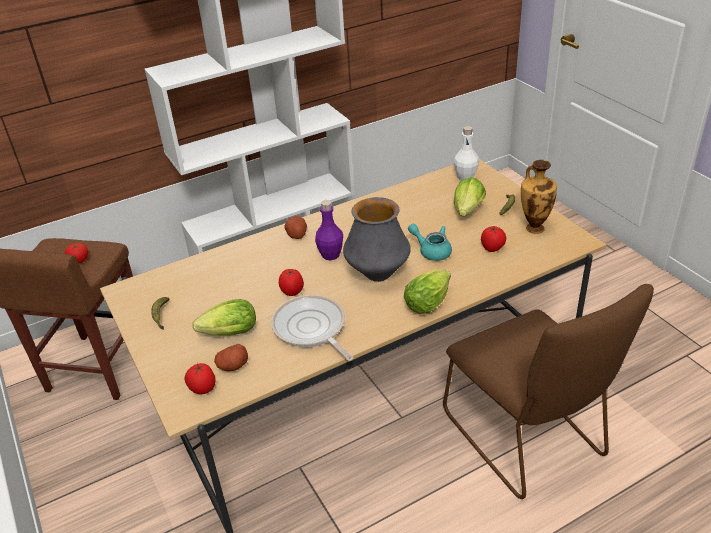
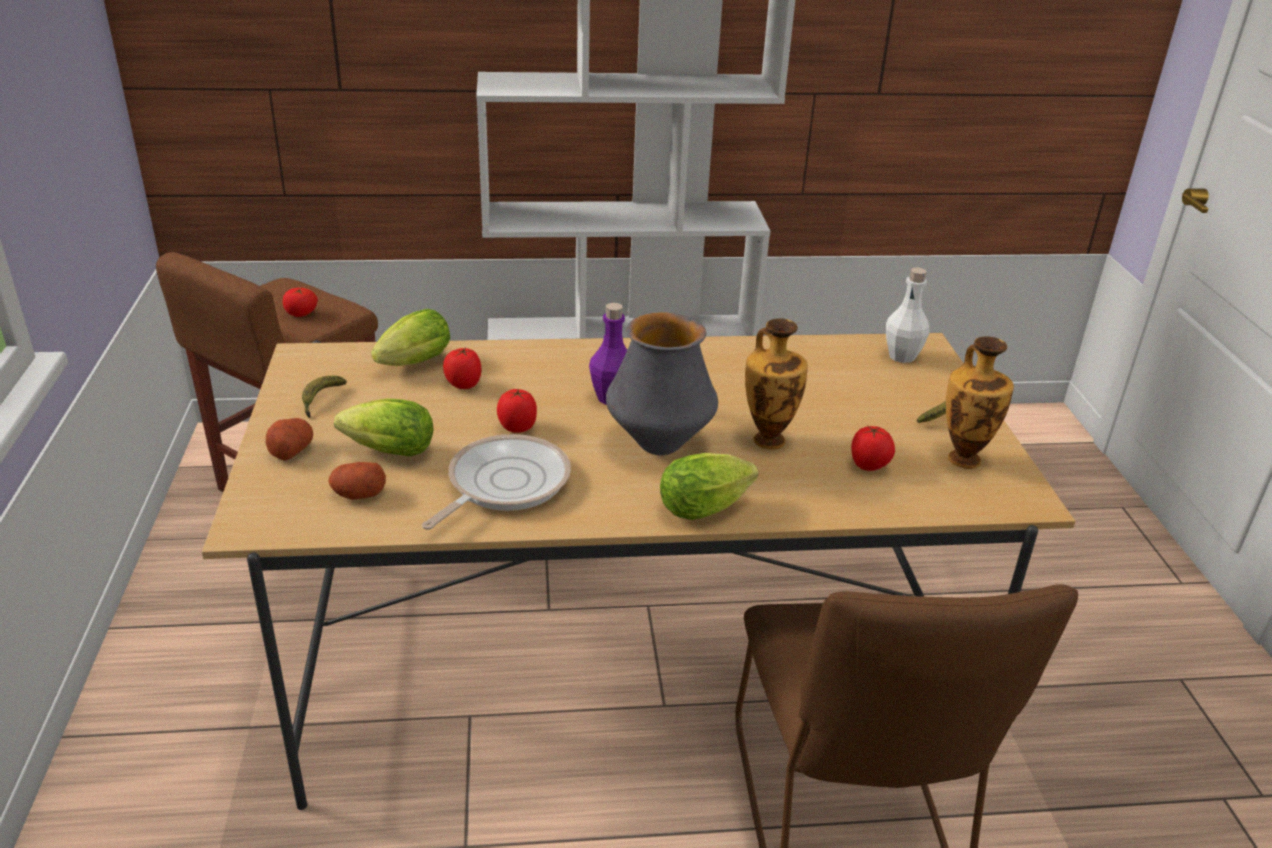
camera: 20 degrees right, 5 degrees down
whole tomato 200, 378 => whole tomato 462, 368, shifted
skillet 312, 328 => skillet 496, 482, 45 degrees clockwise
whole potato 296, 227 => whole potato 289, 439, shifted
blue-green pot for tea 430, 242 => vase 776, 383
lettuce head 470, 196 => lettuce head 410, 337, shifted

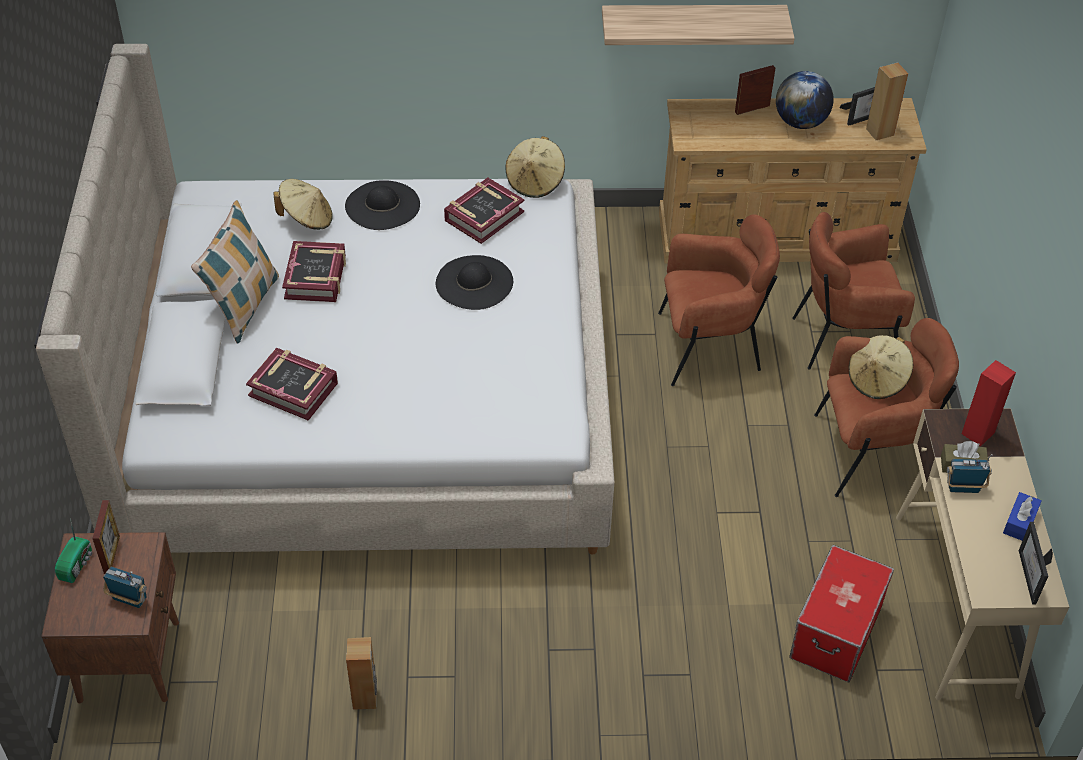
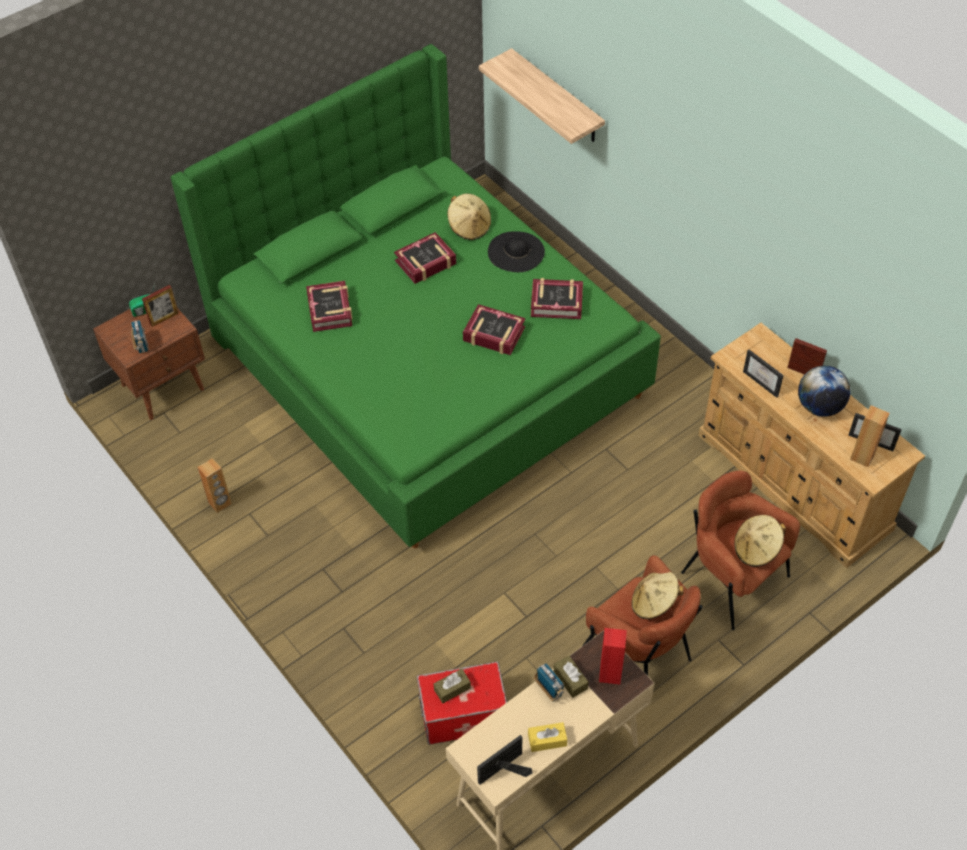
camera: 55 degrees right, 5 degrees up
beige-coloured sleeping bed 324, 299 => green-coloured sleeping bed 416, 296
pillow 235, 272 => nothing
black clothing hat 474, 282 => bound book 494, 329
beige-coloured clothing hat 535, 167 => beige-coloured clothing hat 760, 541, shifted
wall shelf 698, 25 => wall shelf 542, 96, shifted
brown armchair 719, 300 => nothing
blue tissue holder 1022, 516 => yellowish tissue holder 547, 737
nothing => brown tissue holder 452, 685
nothing => photo frame 763, 374

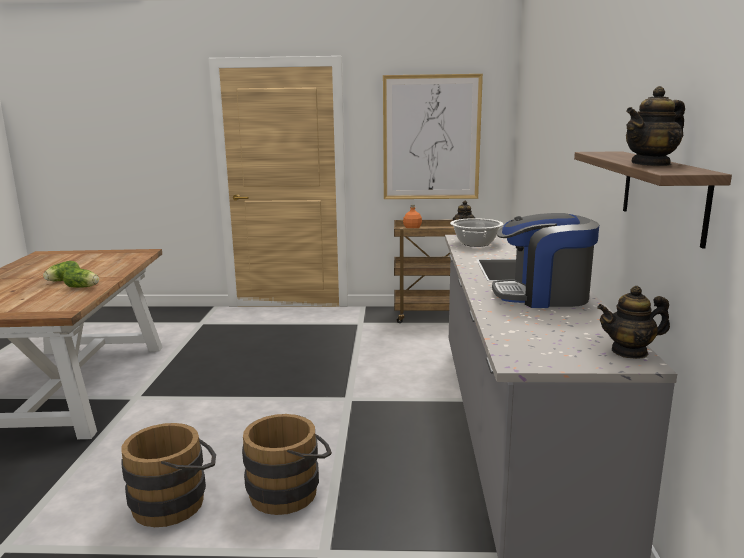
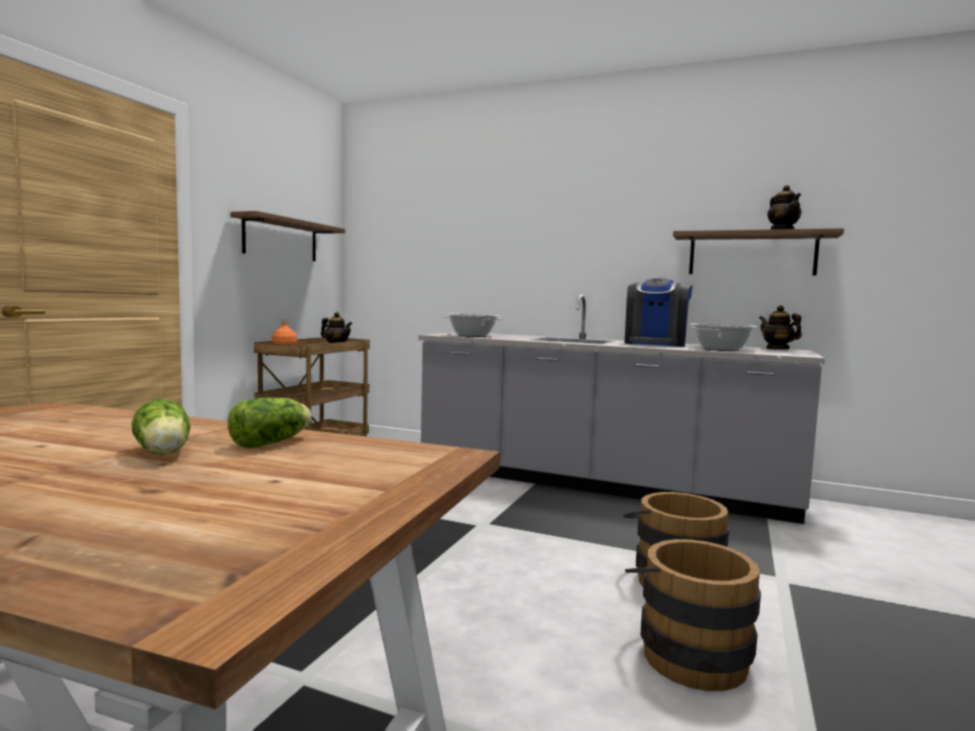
camera: 70 degrees left, 10 degrees down
picture 433, 136 => wall shelf 288, 236
pot for tea 633, 322 => pot for tea 780, 327, 135 degrees clockwise
nothing => cooking pot 724, 337

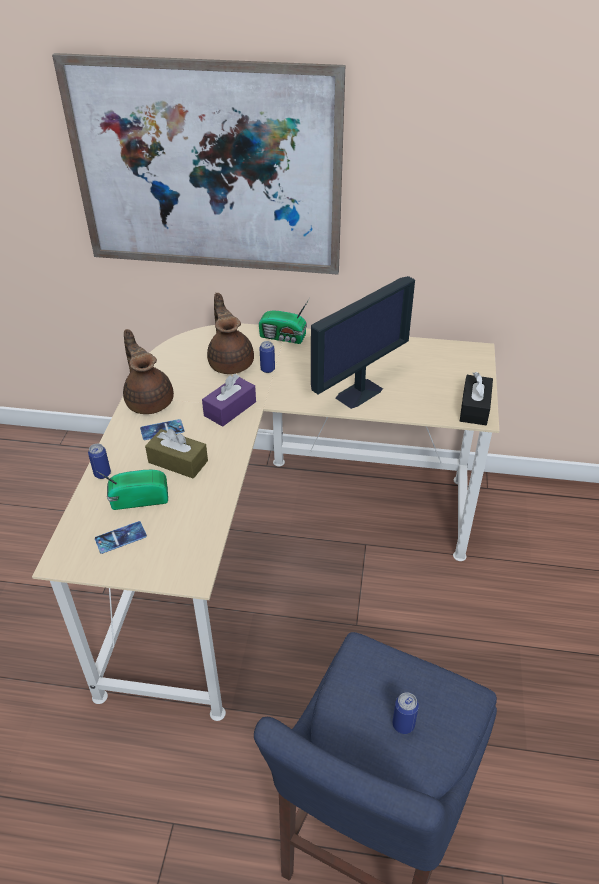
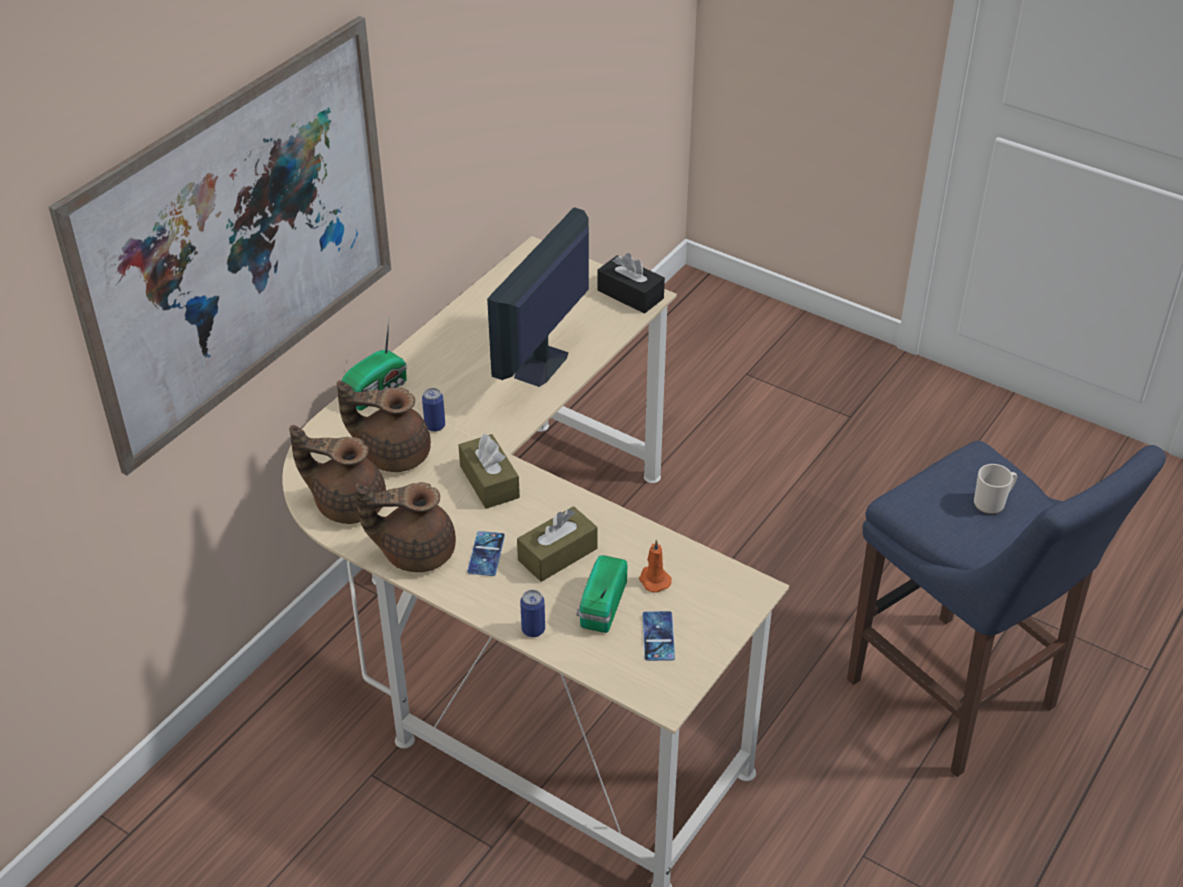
camera: 65 degrees left, 0 degrees up
purple tissue holder 229, 400 => brown tissue holder 489, 471
monitor 363, 342 => monitor 538, 297, 135 degrees counterclockwise
metal can 406, 713 => tea mug 995, 489
nothing => brown pot for tea 337, 474
nothing => orangey wax light 655, 566

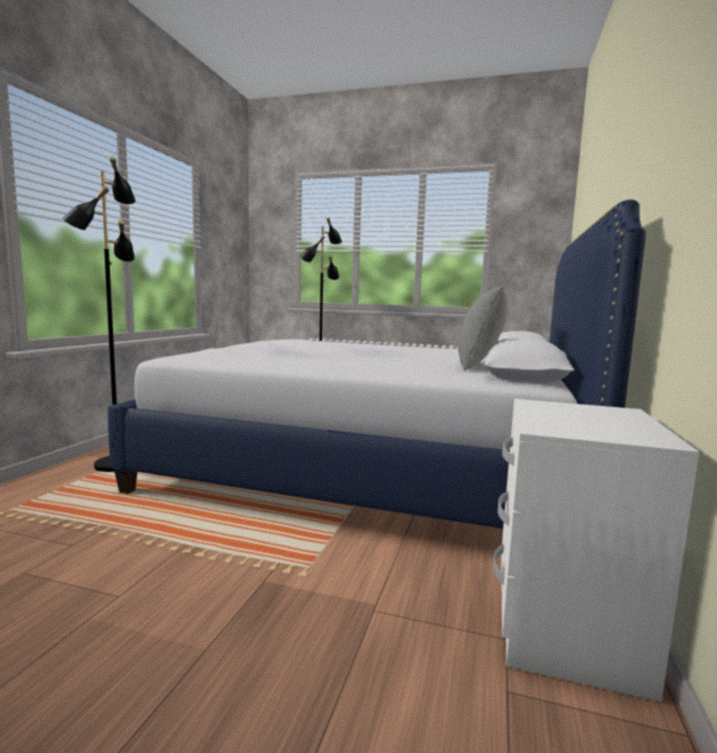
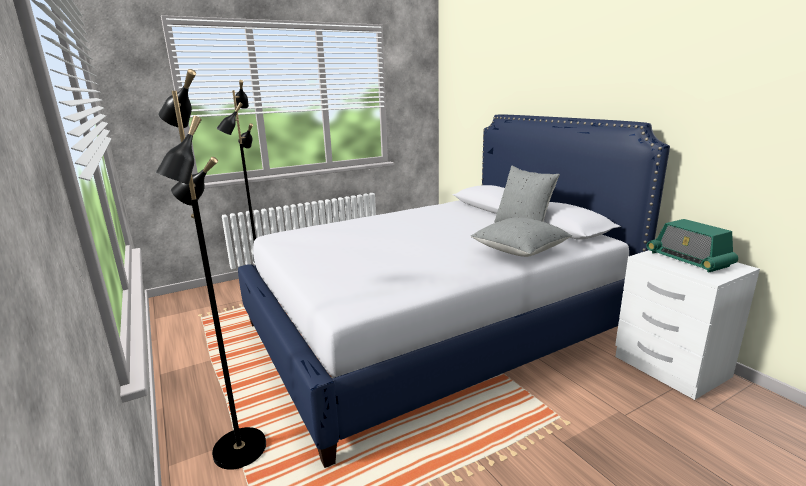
camera: 45 degrees left, 10 degrees up
nothing => gray pillow 521, 237
nothing => radio 692, 245

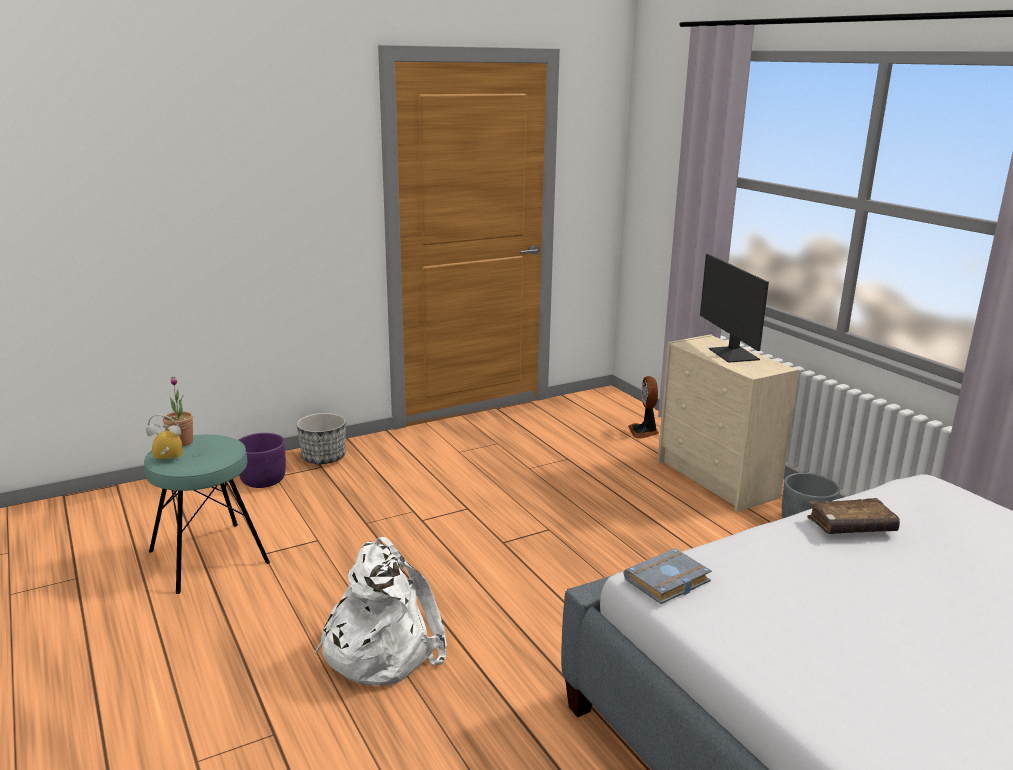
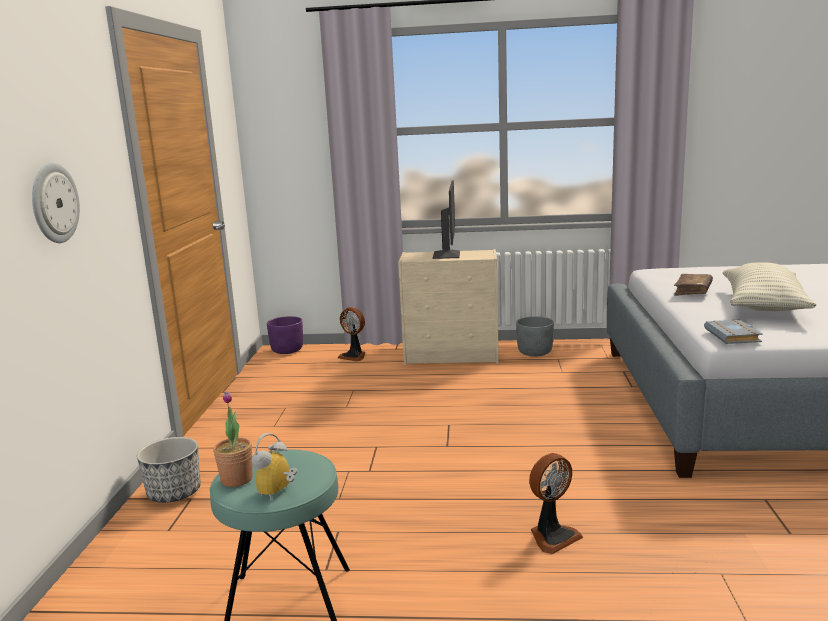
camera: 55 degrees left, 5 degrees down
purple flower pot 262, 460 => purple flower pot 285, 335, shifted
whitish rucksack 380, 611 => cooling fan 556, 503
monitor 734, 308 => monitor 446, 219, 105 degrees counterclockwise
nothing => clock on the wall 56, 203
nothing => pillow 769, 286

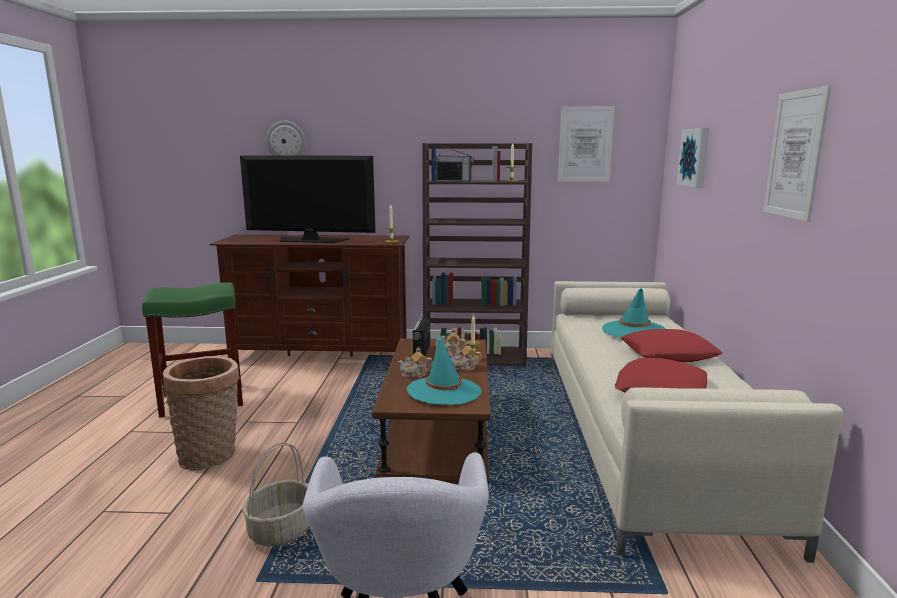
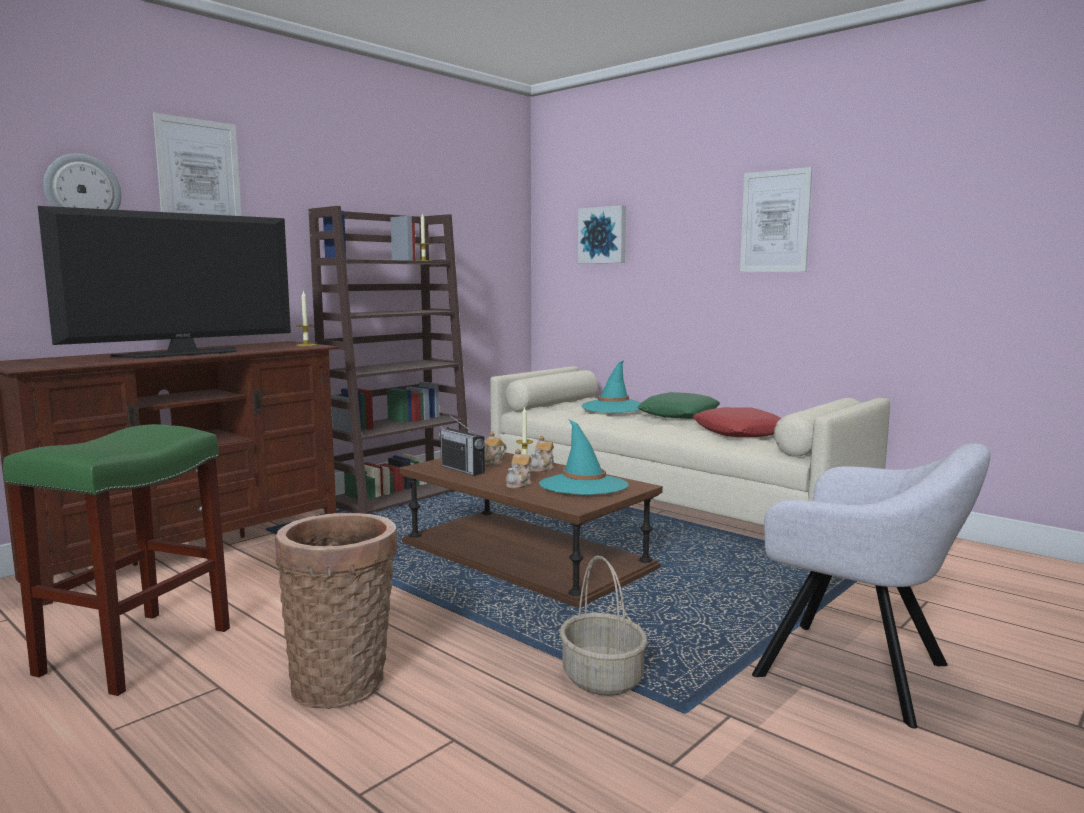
camera: 50 degrees left, 5 degrees down
radio 453, 163 => nothing
picture 586, 143 => picture 197, 164, shifted
reddish pillow 671, 345 => green-coloured pillow 678, 405

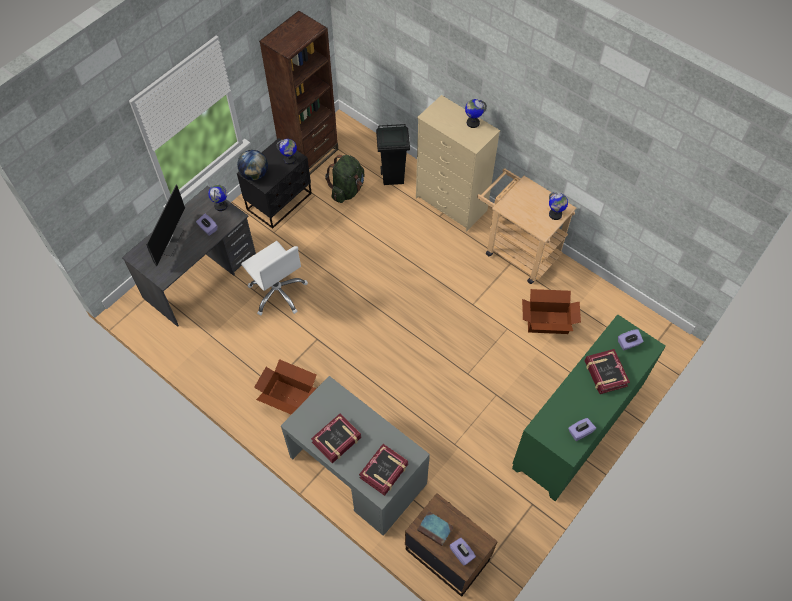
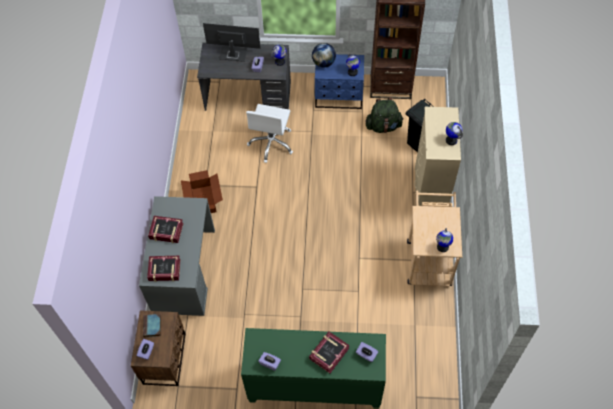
camera: 55 degrees right, 0 degrees up
monitor 165, 225 => monitor 232, 42, 150 degrees counterclockwise
black bedside table 274, 183 => blue bedside table 339, 81
carton 551, 311 => nothing

